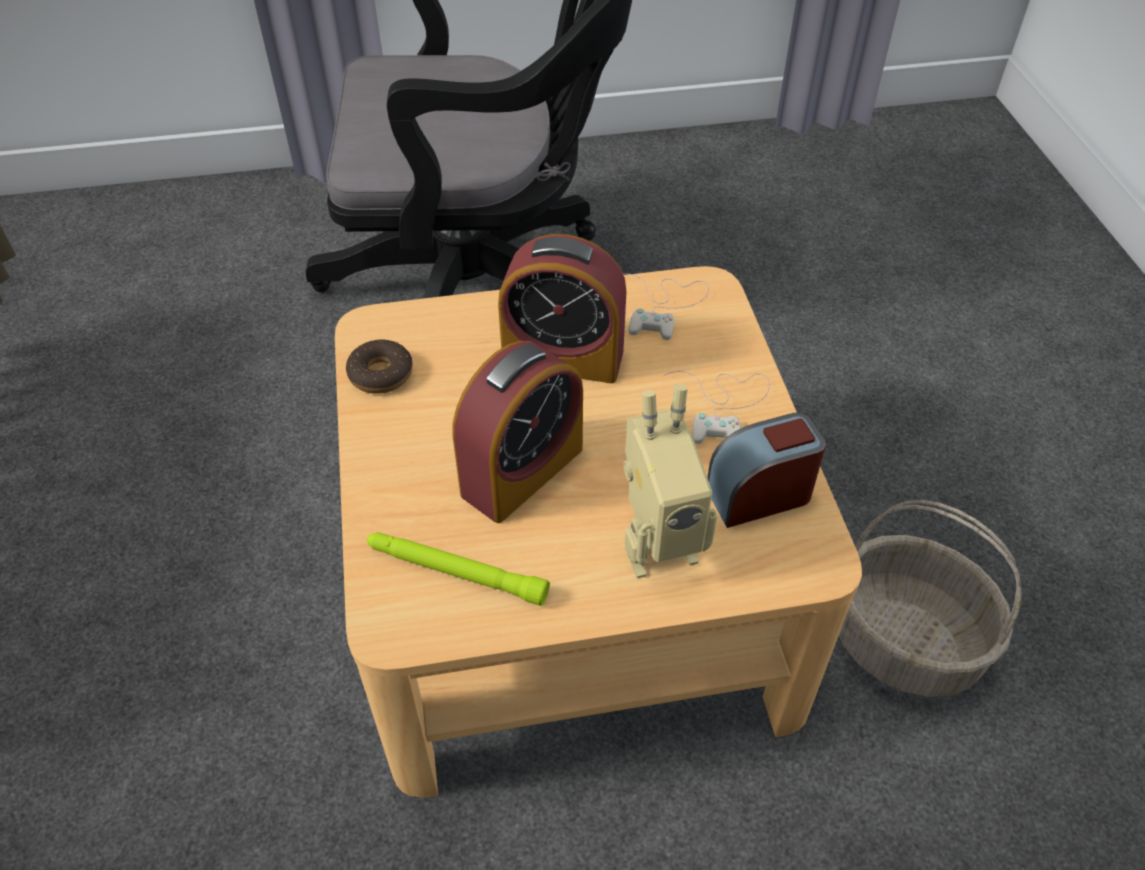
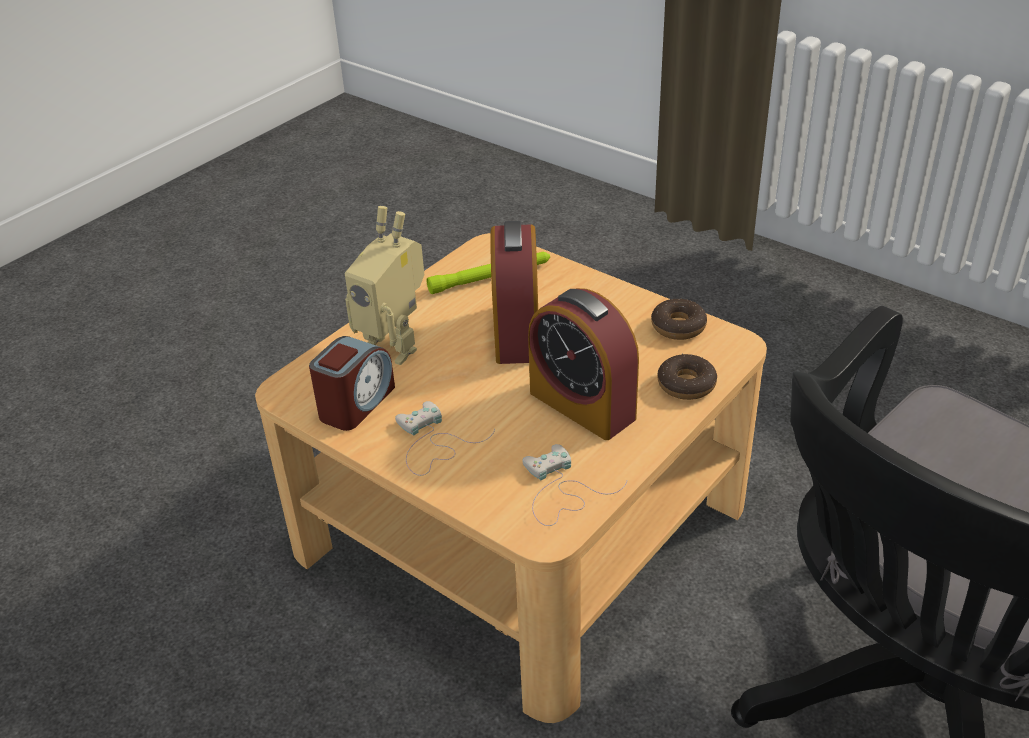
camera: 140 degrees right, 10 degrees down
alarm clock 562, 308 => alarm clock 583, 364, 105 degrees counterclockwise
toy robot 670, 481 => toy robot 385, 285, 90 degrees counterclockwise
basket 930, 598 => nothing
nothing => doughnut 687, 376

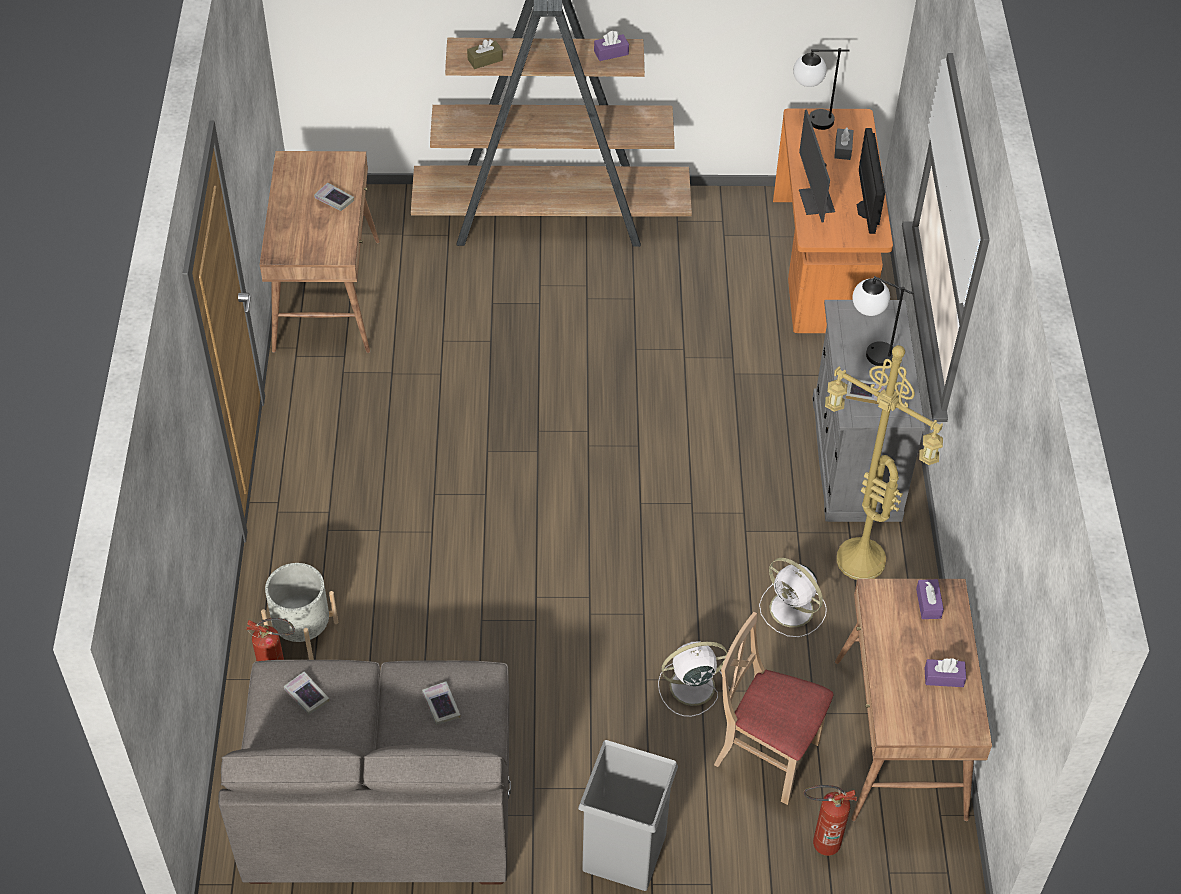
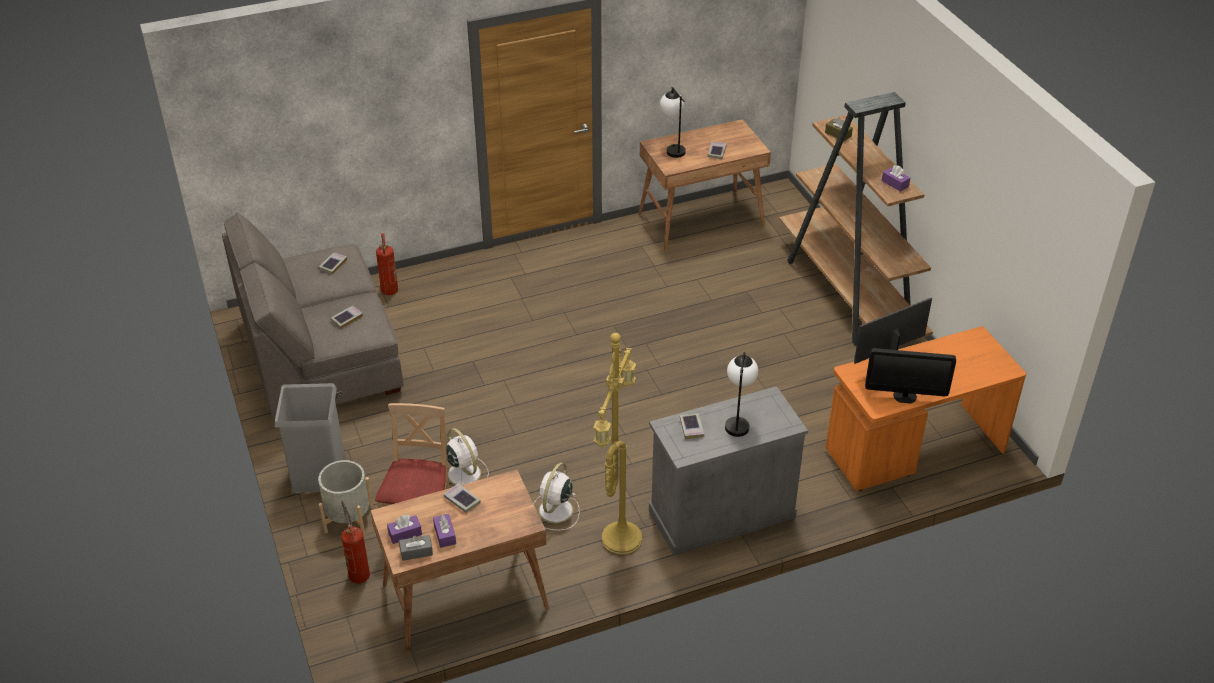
camera: 70 degrees right, 10 degrees down
gray flower pot 299, 611 => gray flower pot 345, 498, shifted
table lamp 821, 89 => table lamp 673, 122, shifted
gray tissue holder 844, 144 => gray tissue holder 416, 548, shifted
monitor 871, 181 => monitor 910, 375, 150 degrees counterclockwise
purple tissue holder 930, 599 => purple tissue holder 404, 529, shifted
nothing => bound book 462, 498

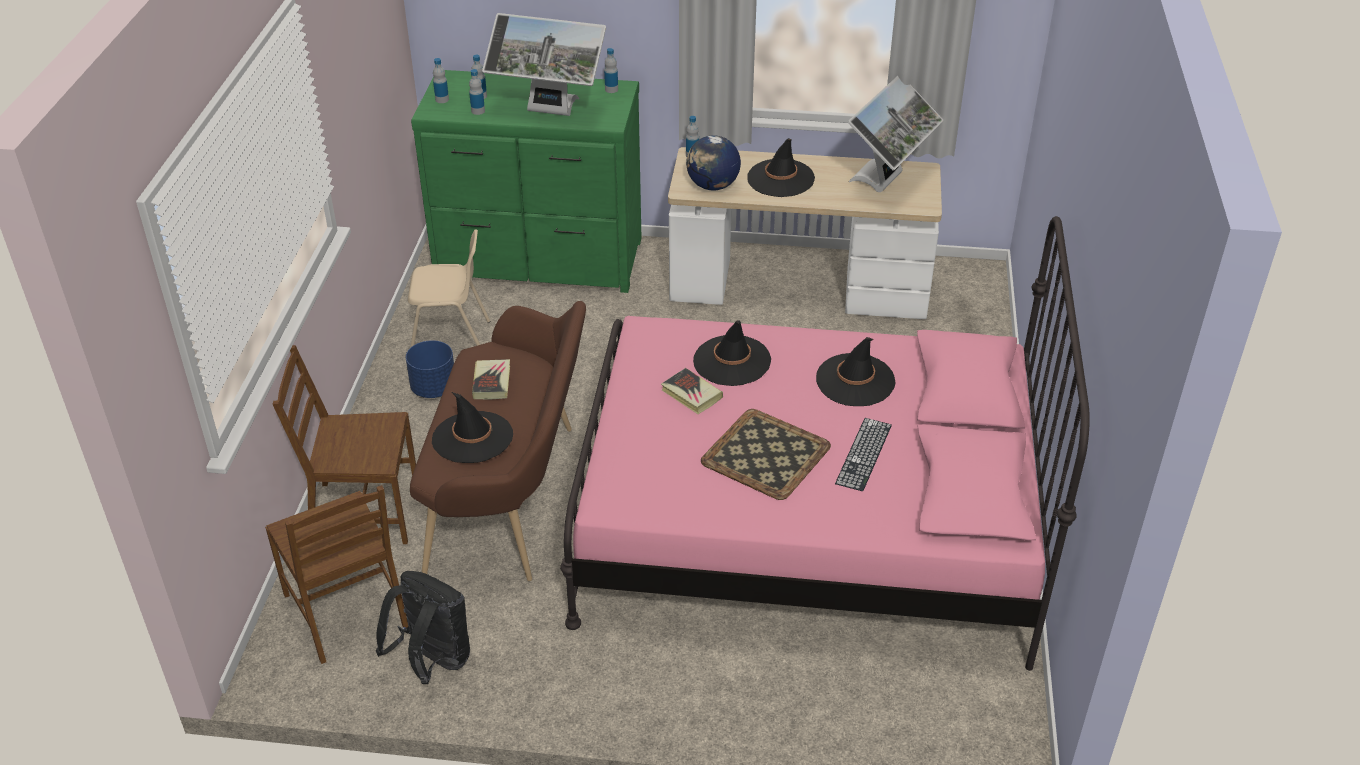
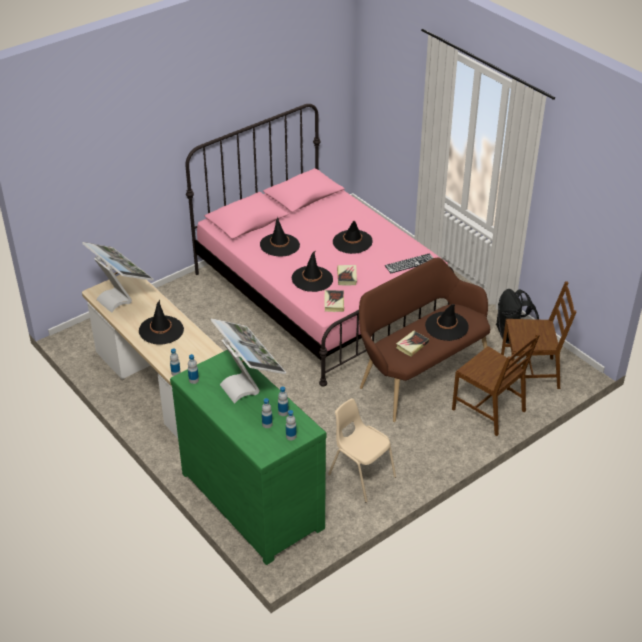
camera: 135 degrees left, 0 degrees up
brown chair 336, 574 => brown chair 538, 335, 75 degrees clockwise
blue flower pot 430, 369 => nothing
world globe 713, 162 => nothing
tray 766, 454 => black clothing hat 353, 237
computer keyboard 863, 454 => computer keyboard 409, 263, shifted
monitor 895, 134 => monitor 118, 277, 60 degrees clockwise
nothing => bound book 334, 301

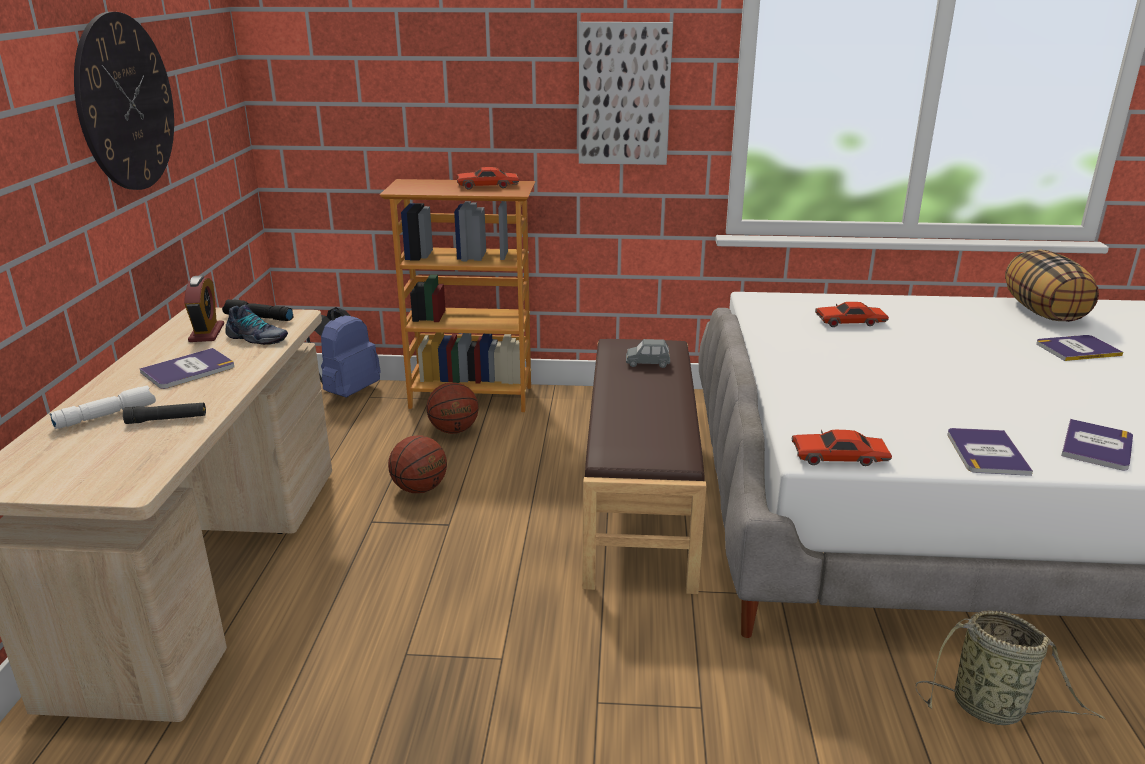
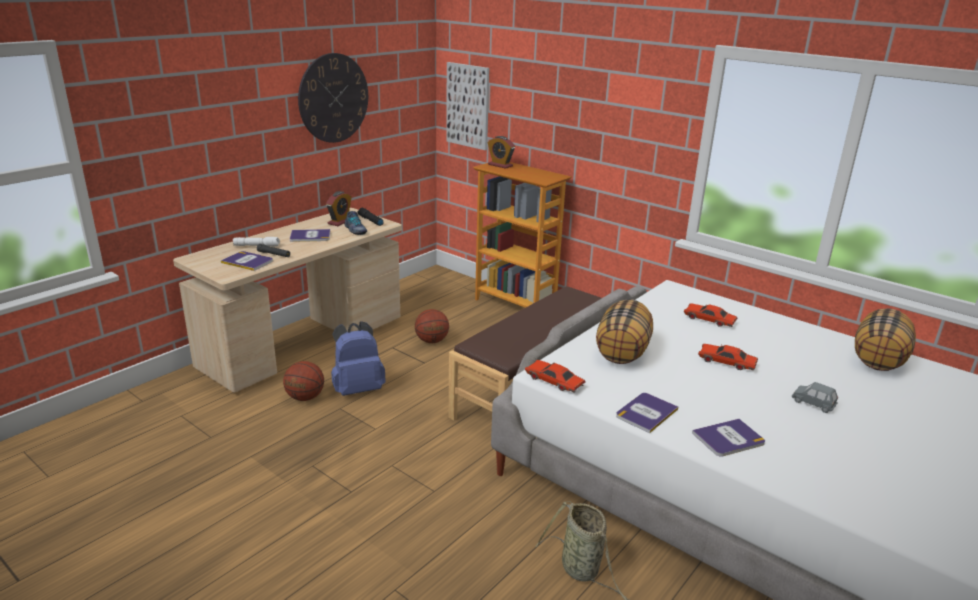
camera: 35 degrees right, 0 degrees up
blue rucksack 344, 352 => blue rucksack 358, 358, shifted
basketball 452, 408 => basketball 303, 381, shifted
reddish miniature car 487, 178 => reddish miniature car 728, 357, shifted
picture 626, 93 => picture 467, 106, shifted
gray miniature car 648, 353 => gray miniature car 815, 397, shifted
bound book 1079, 348 => bound book 247, 261, shifted
nothing => alarm clock 501, 152
nothing => pillow 624, 331

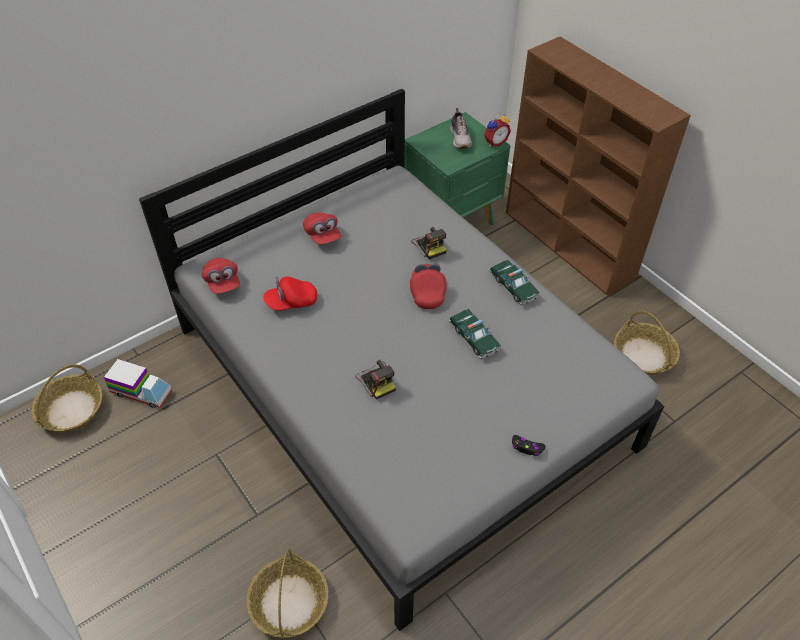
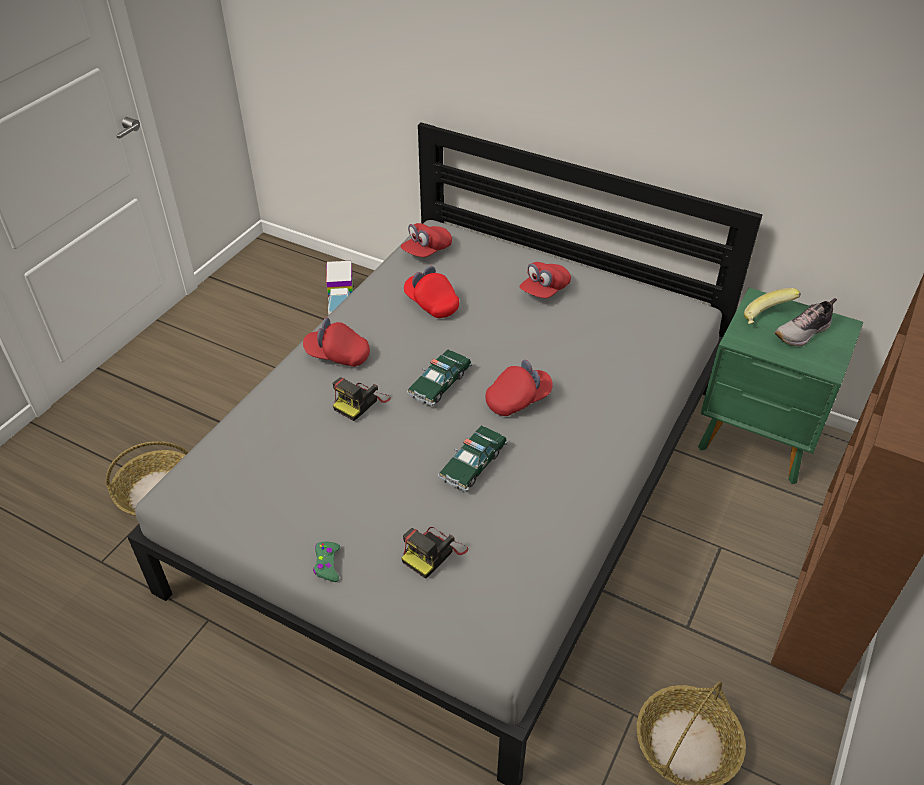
camera: 65 degrees right, 5 degrees down
basket 66, 398 => nothing
still camera 429, 243 => still camera 435, 553, shifted
alarm clock 497, 130 => nothing
miniature car 514, 282 => miniature car 439, 378, shifted
black game controller 529, 445 => green-coloured game controller 326, 562
nothing => reddish peaked cap 336, 342
nothing => banana 772, 306

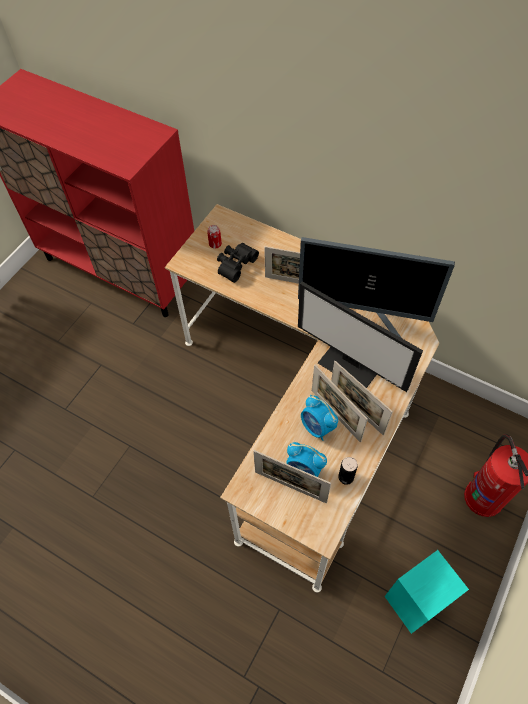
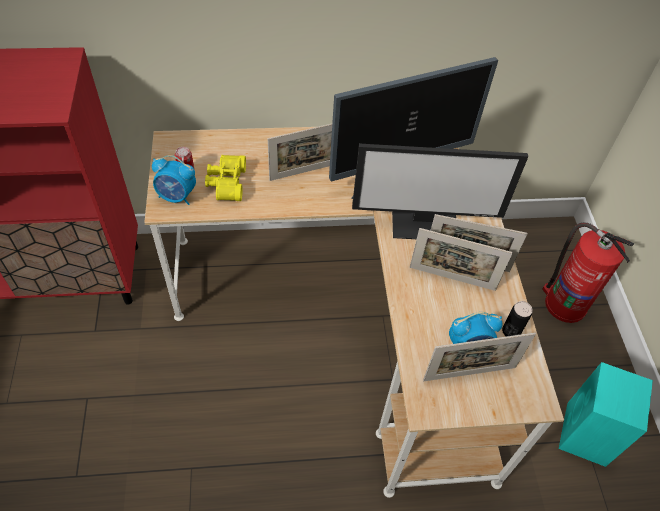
camera: 40 degrees left, 5 degrees down
black pair of binoculars 238, 263 => yellowish pair of binoculars 225, 178
alarm clock 319, 418 => alarm clock 174, 180, shifted

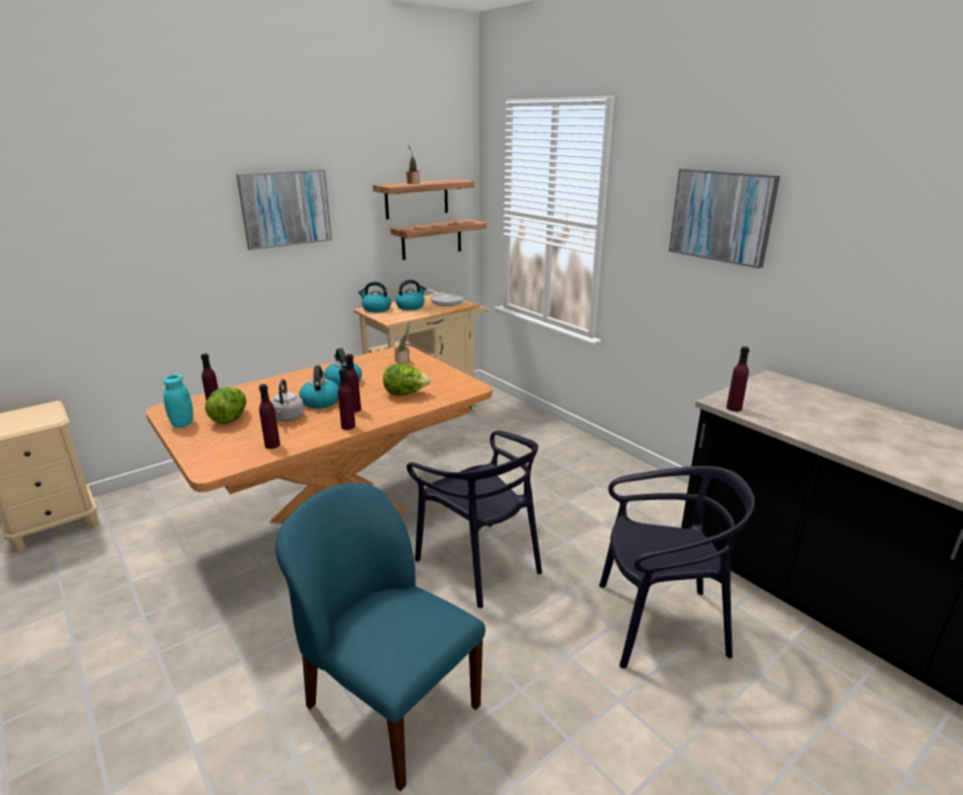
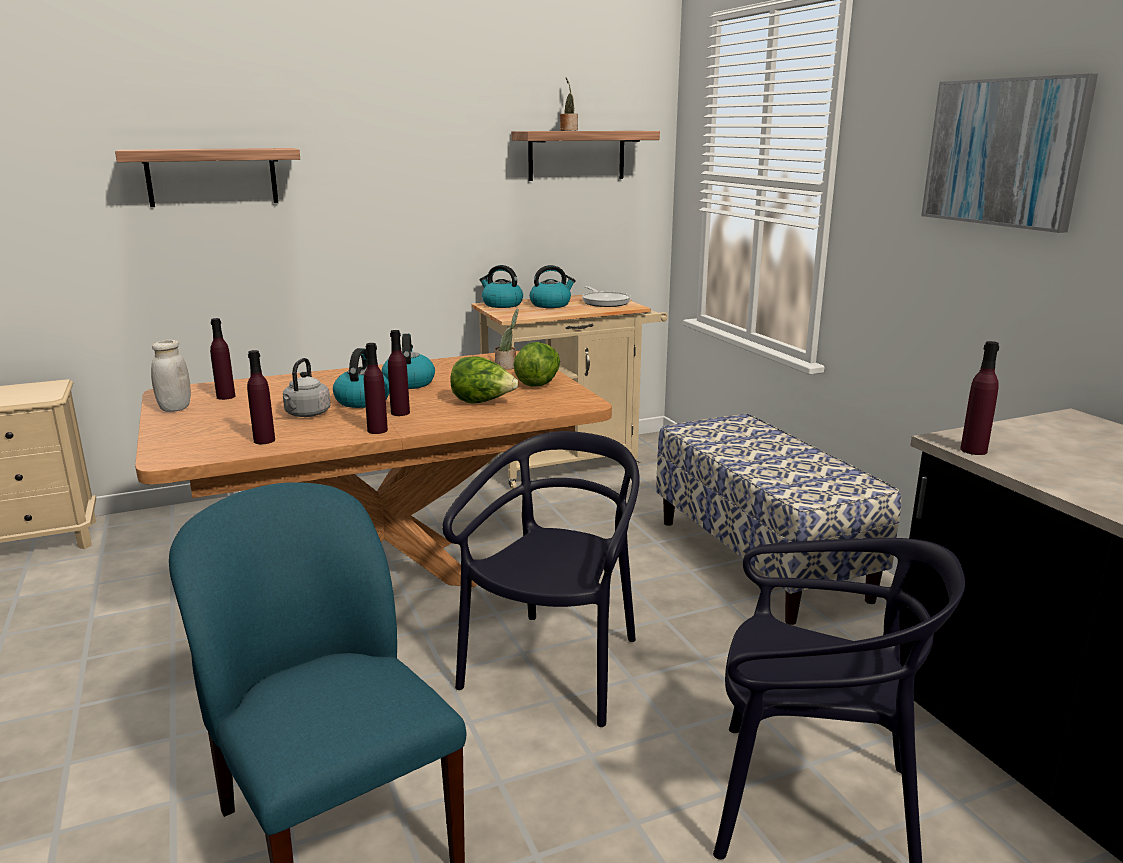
camera: 15 degrees right, 5 degrees down
blue-green preserve jar 178, 401 => whitish preserve jar 171, 376
lettuce head 225, 405 => lettuce head 537, 364, shifted
picture 284, 209 => nothing
wall shelf 438, 239 => wall shelf 207, 177, shifted
black chair 474, 519 => black chair 541, 579, 135 degrees counterclockwise
nothing => long seat 778, 519

